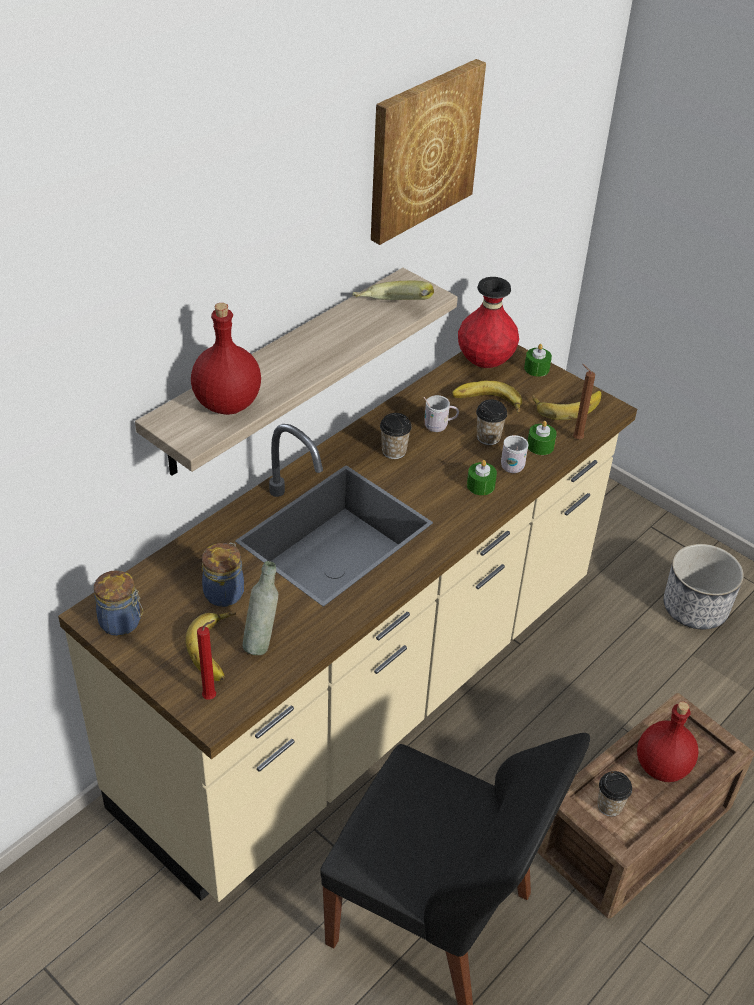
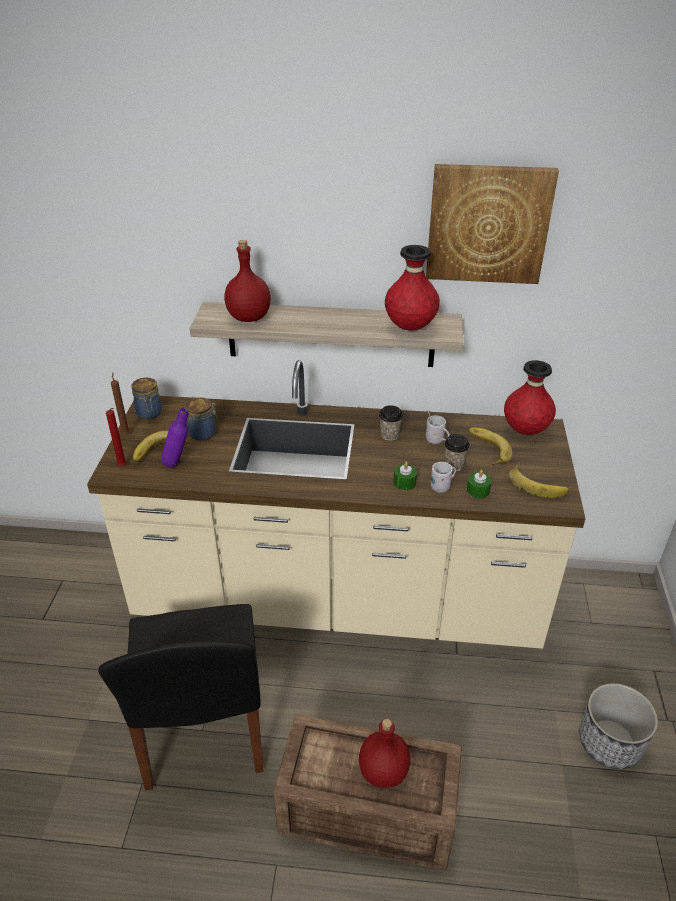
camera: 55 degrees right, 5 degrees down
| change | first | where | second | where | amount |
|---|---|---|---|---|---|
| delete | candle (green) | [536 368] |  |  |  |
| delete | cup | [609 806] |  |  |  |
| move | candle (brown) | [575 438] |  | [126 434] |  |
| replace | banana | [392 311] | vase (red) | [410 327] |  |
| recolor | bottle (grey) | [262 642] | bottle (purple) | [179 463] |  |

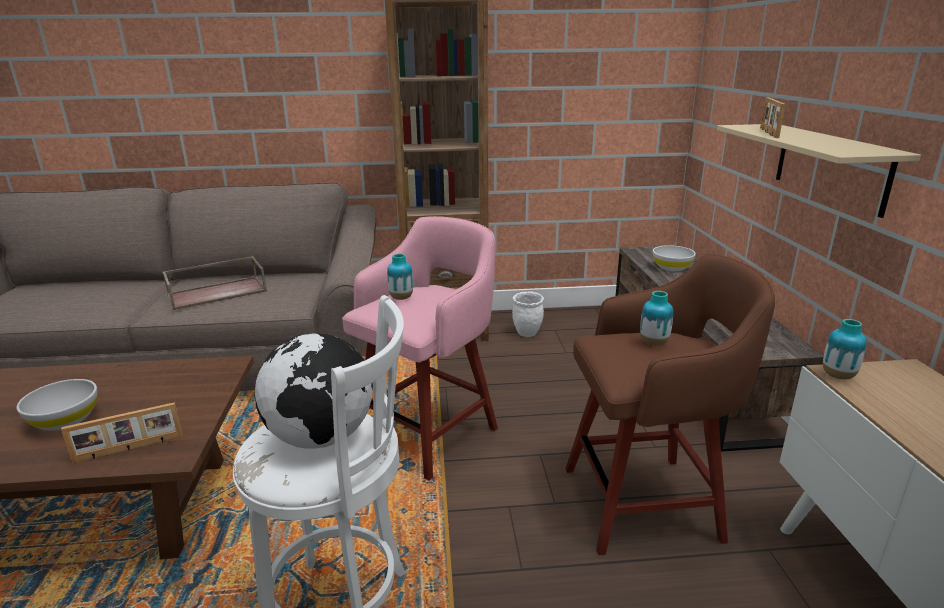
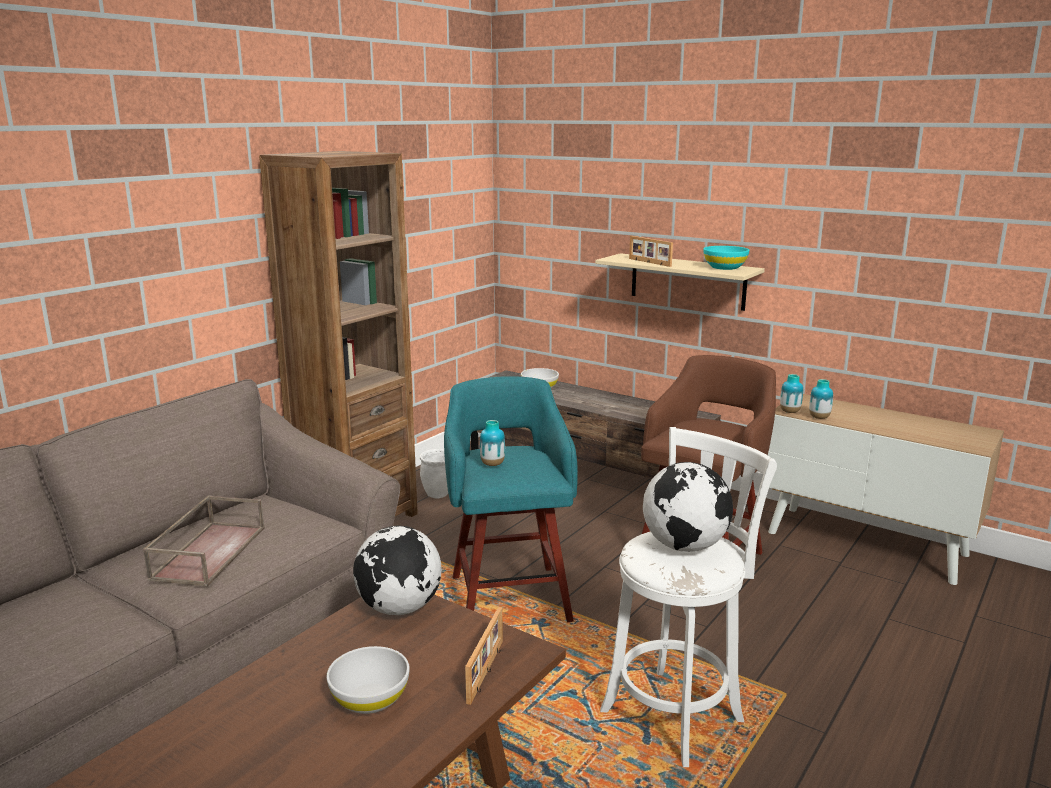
camera: 50 degrees left, 5 degrees down
| change | first | where | second | where | amount |
|---|---|---|---|---|---|
| insert |  |  | globe | [399 608] |  |
| insert |  |  | bowl (turquoise) | [724 267] |  |
| move | vase | [653 343] |  | [819 418] |  |
| recolor | stool (pink) | [430 432] | stool (turquoise) | [509 596] |  |

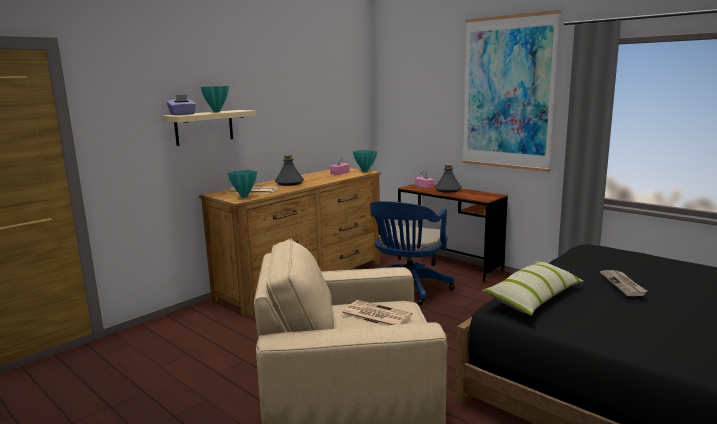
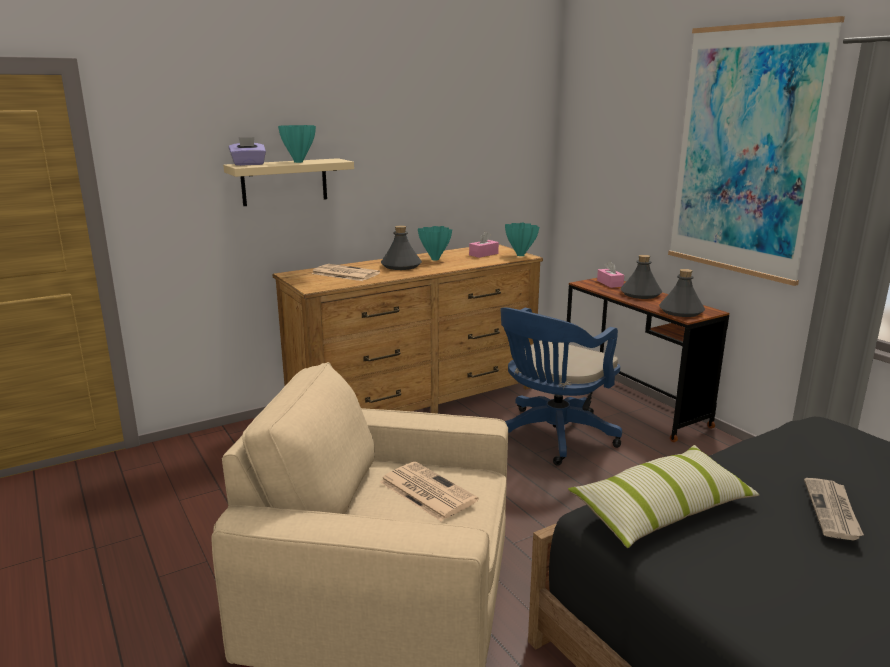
camera: 15 degrees right, 5 degrees up
| change | first | where | second | where | amount |
|---|---|---|---|---|---|
| insert |  |  | bottle (grey) | [681 311] |  |
| move | vase (turquoise) | [244 197] |  | [434 259] |  |

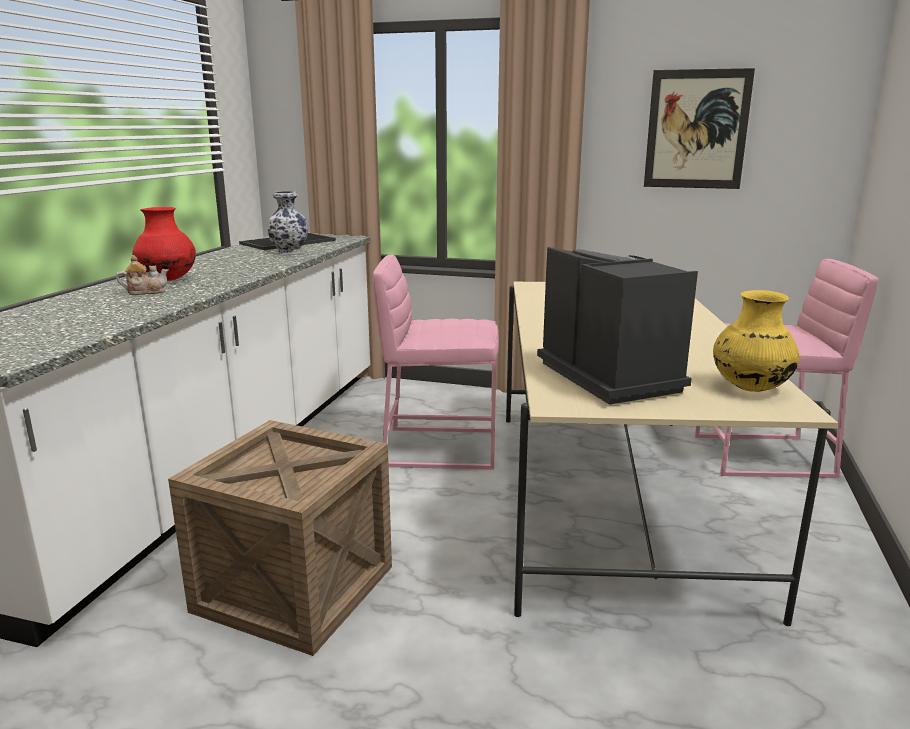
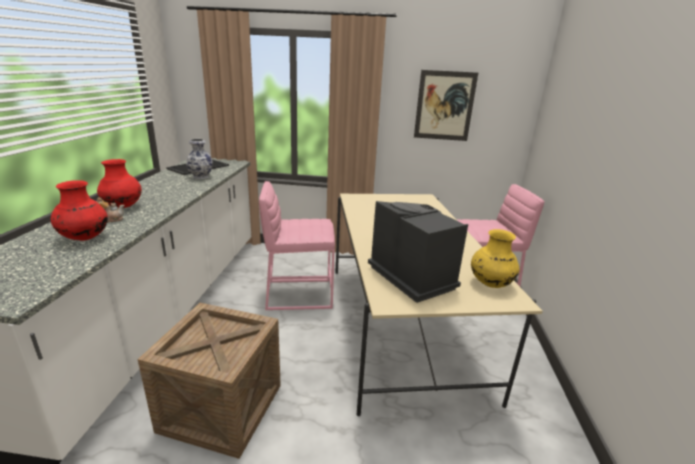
camera: 10 degrees left, 5 degrees up
| change | first | where | second | where | amount |
|---|---|---|---|---|---|
| insert |  |  | vase (red) | [84 238] |  |

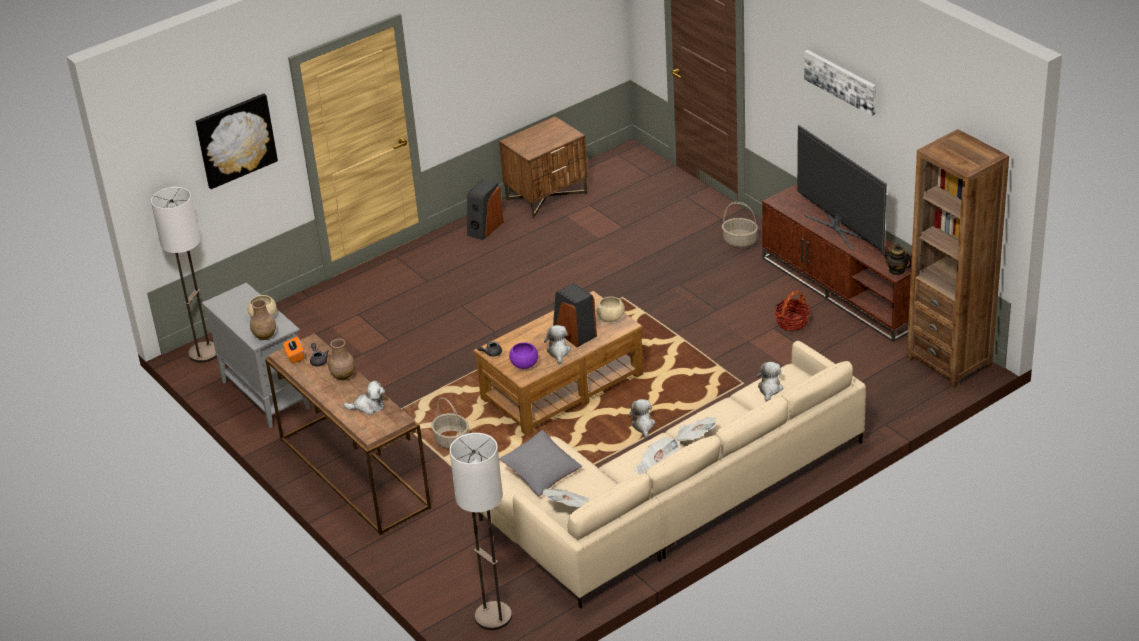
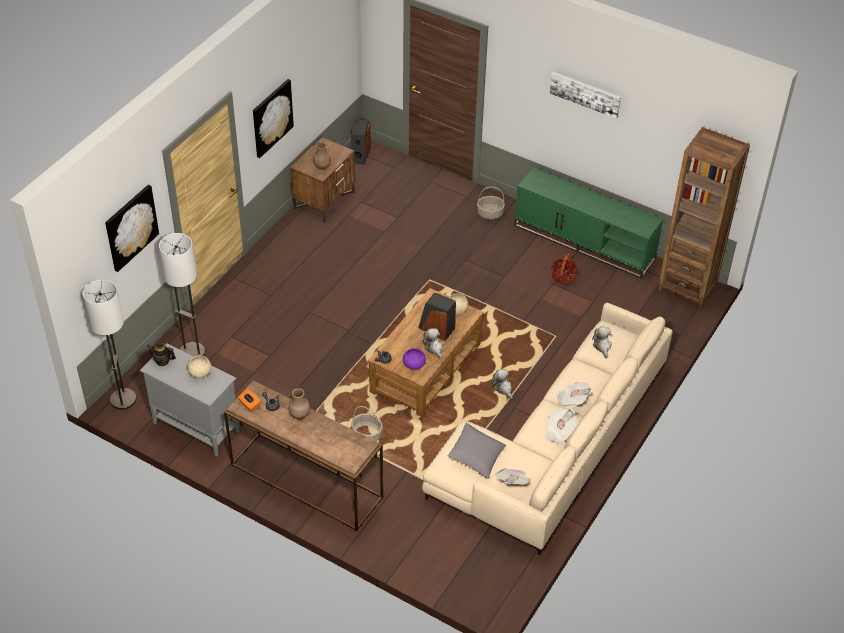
camera: 25 degrees left, 10 degrees up
| change | first | where | second | where | amount |
|---|---|---|---|---|---|
| delete | plush toy | [368 406] |  |  |  |
| delete | television | [838 228] |  |  |  |
| insert |  |  | picture | [272 117] |  |
| move | vase (brown) | [265 336] |  | [322 166] |  |
| move | floor lamp | [493 616] |  | [192 352] |  |
| move | speaker | [484 228] |  | [360 155] |  |
| move | teapot | [897 270] |  | [162 361] |  |
| recolor | tv stand (brown) | [843 290] | tv stand (green) | [585 241] |  |

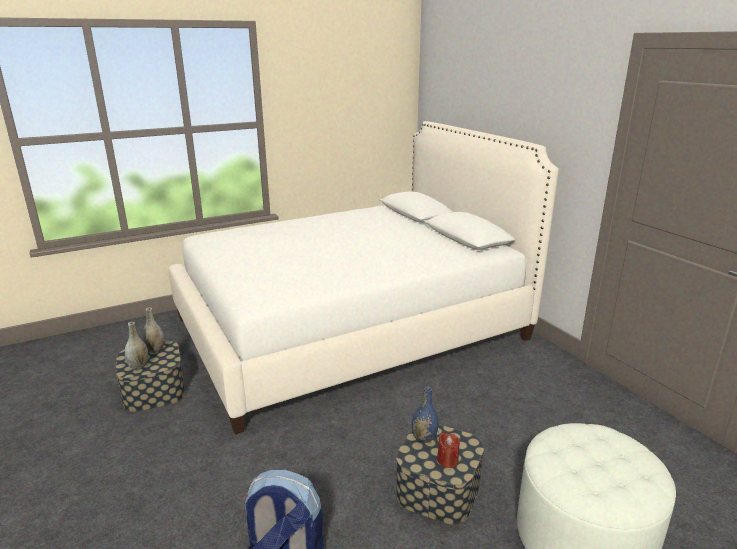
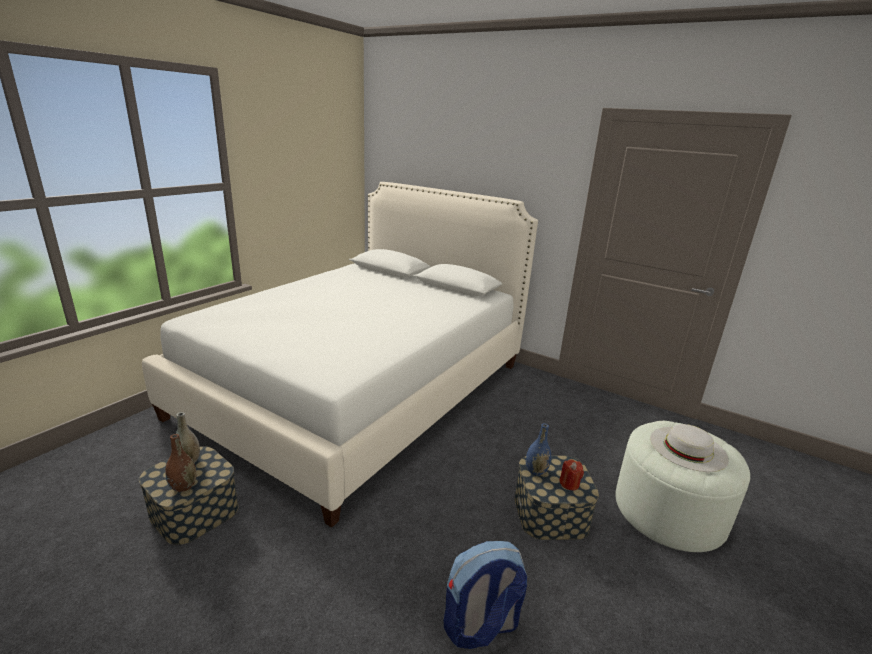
camera: 30 degrees left, 0 degrees up
| change | first | where | second | where | amount |
|---|---|---|---|---|---|
| insert |  |  | hat (white) | [688 448] |  |
| recolor | vase (grey) | [138 366] | vase (brown) | [183 486] |  |

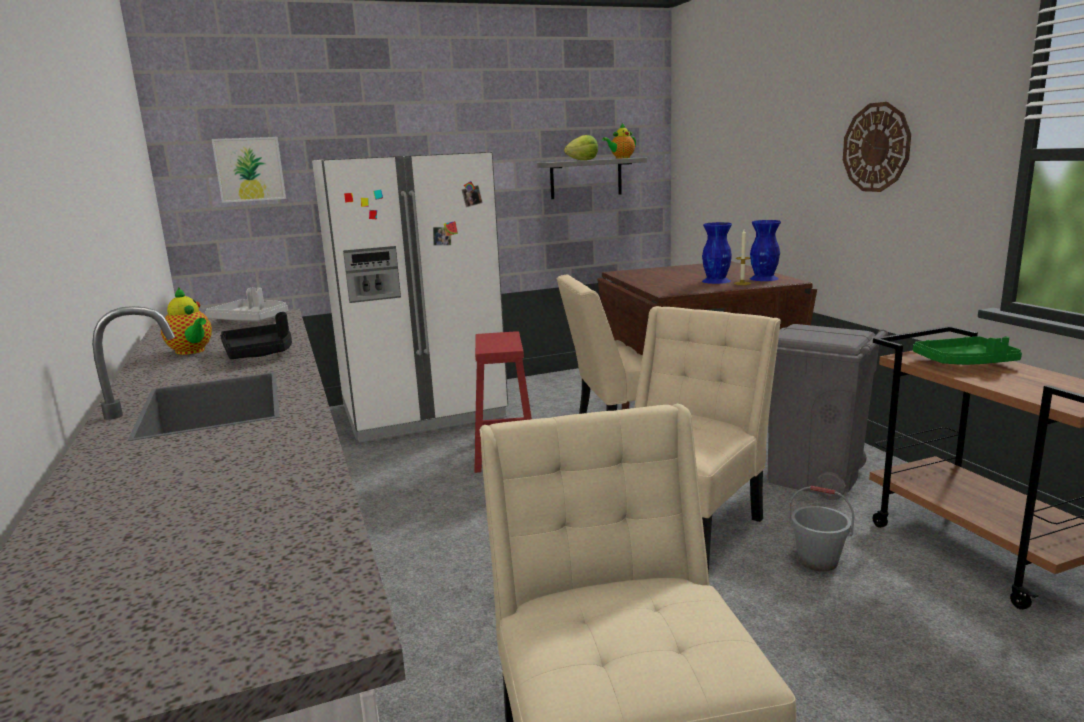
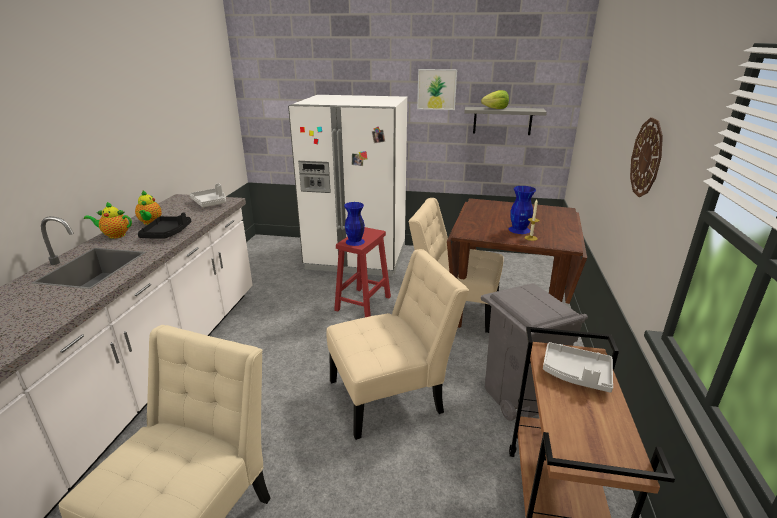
camera: 30 degrees right, 10 degrees up
| change | first | where | second | where | amount |
|---|---|---|---|---|---|
| delete | bucket (grey) | [817 561] |  |  |  |
| move | picture | [249 169] |  | [436 89] |  |
| move | teapot | [621 158] |  | [114 235] |  |
| move | vase (blue) | [764 278] |  | [355 242] |  |
| recolor | tray (green) | [965 363] | tray (grey) | [576 374] |  |

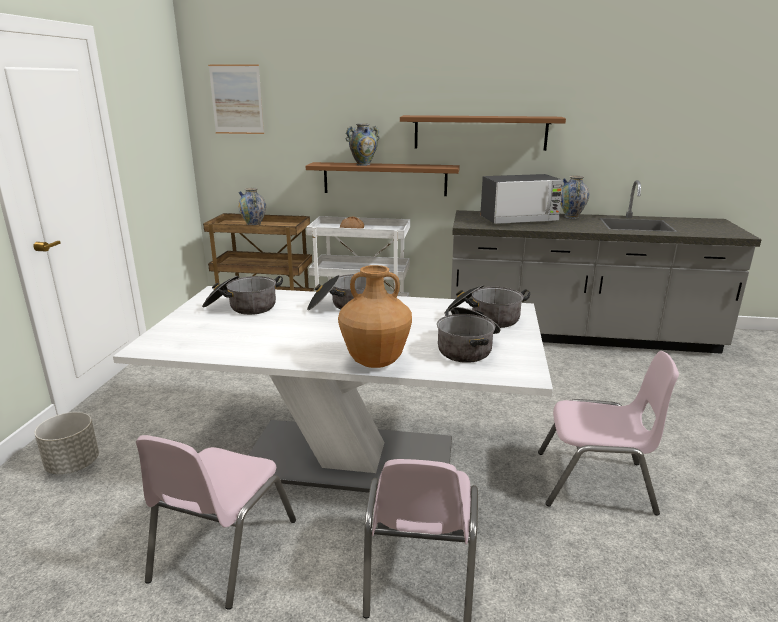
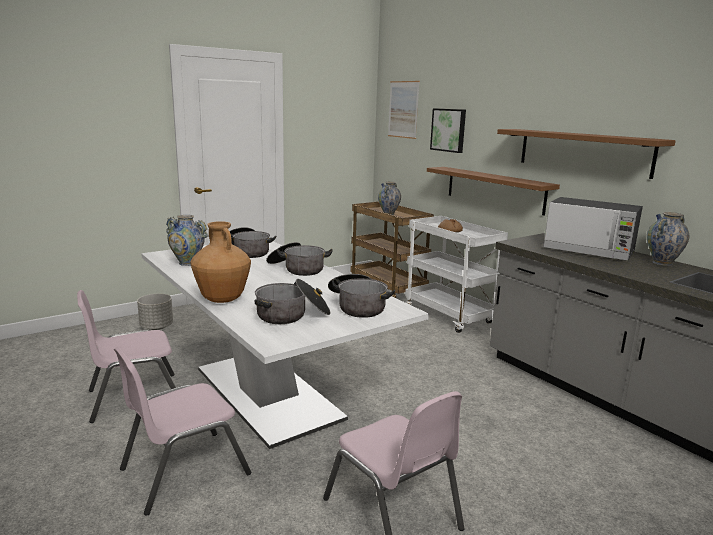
camera: 45 degrees right, 5 degrees down
| change | first | where | second | where | amount |
|---|---|---|---|---|---|
| insert |  |  | picture | [449 130] |  |
| move | vase | [363 164] |  | [188 263] |  |

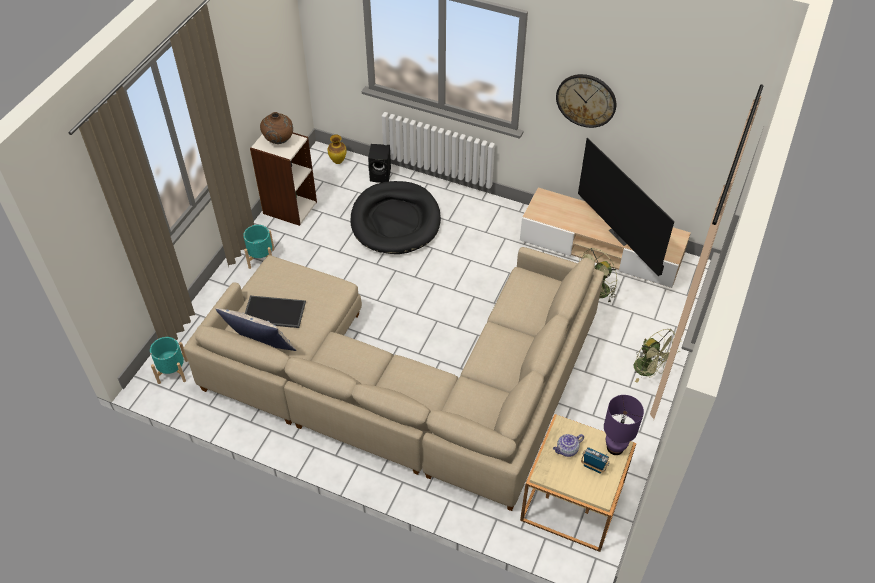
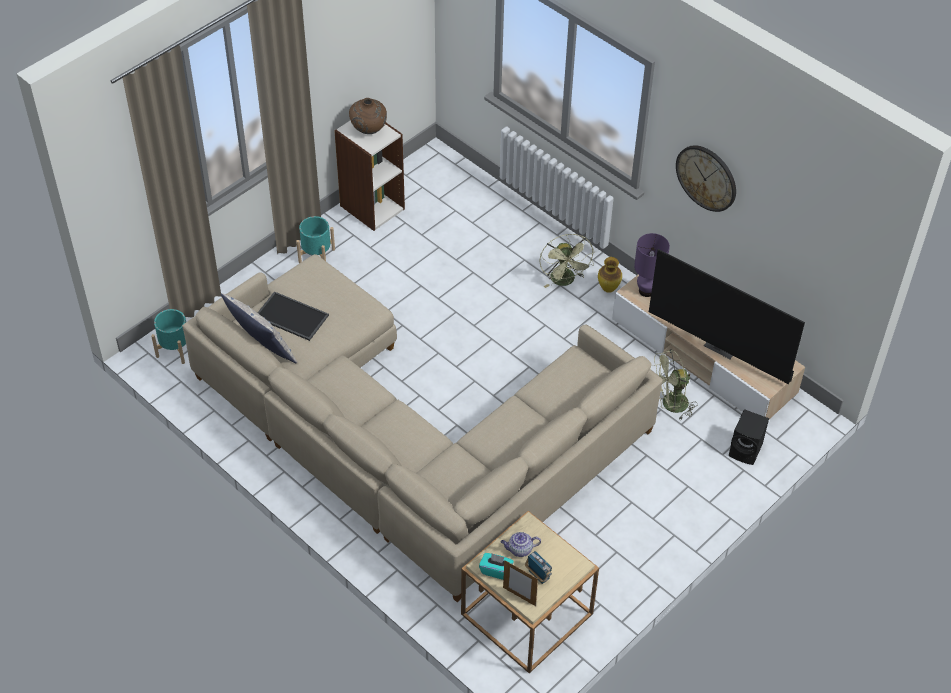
camera: 20 degrees right, 0 degrees up
| change | first | where | second | where | amount |
|---|---|---|---|---|---|
| delete | dog bed (black) | [395 221] |  |  |  |
| insert |  |  | tissue box (turquoise) | [496 570] |  |
| insert |  |  | picture frame | [519 596] |  |
| move | vase | [338 161] |  | [608 289] |  |
| move | speaker (black) | [381 175] |  | [746 451] |  |
| move | table lamp (purple) | [615 448] |  | [646 291] |  |
| move | fan (green) | [649 370] |  | [565 281] |  |
| rotate | television | [622 235] |  | [722 346] | 45 degrees counterclockwise |

